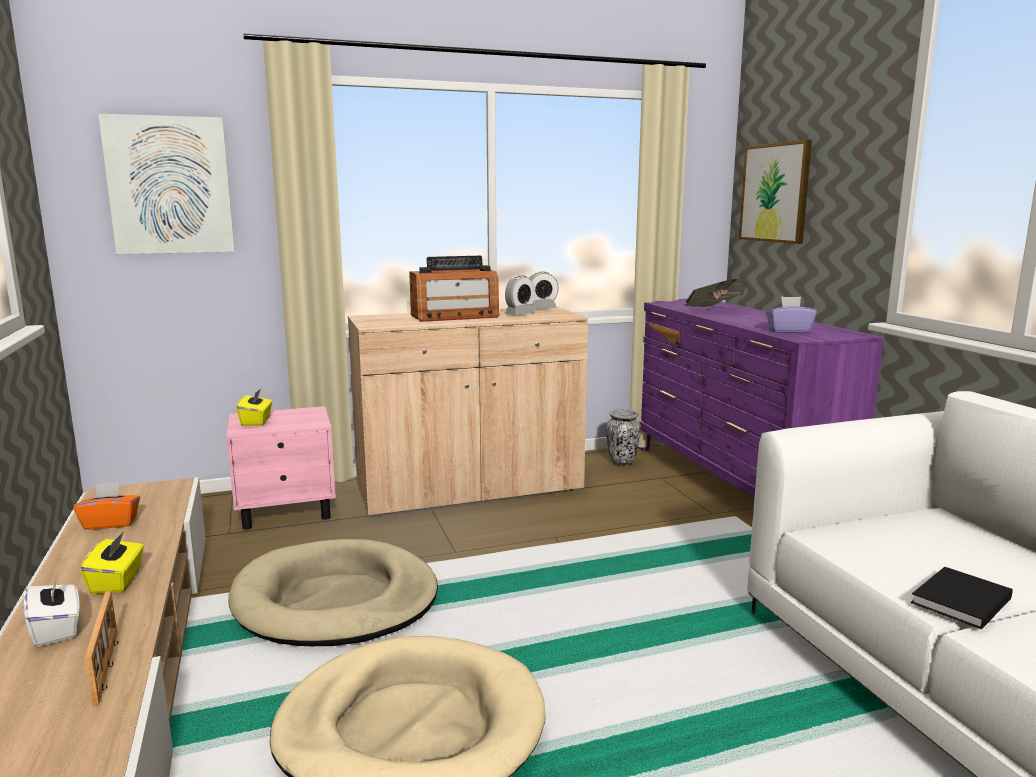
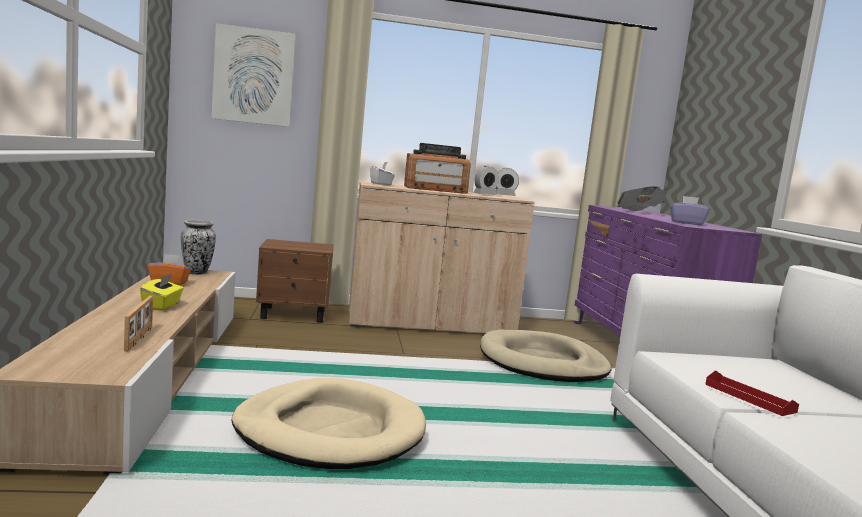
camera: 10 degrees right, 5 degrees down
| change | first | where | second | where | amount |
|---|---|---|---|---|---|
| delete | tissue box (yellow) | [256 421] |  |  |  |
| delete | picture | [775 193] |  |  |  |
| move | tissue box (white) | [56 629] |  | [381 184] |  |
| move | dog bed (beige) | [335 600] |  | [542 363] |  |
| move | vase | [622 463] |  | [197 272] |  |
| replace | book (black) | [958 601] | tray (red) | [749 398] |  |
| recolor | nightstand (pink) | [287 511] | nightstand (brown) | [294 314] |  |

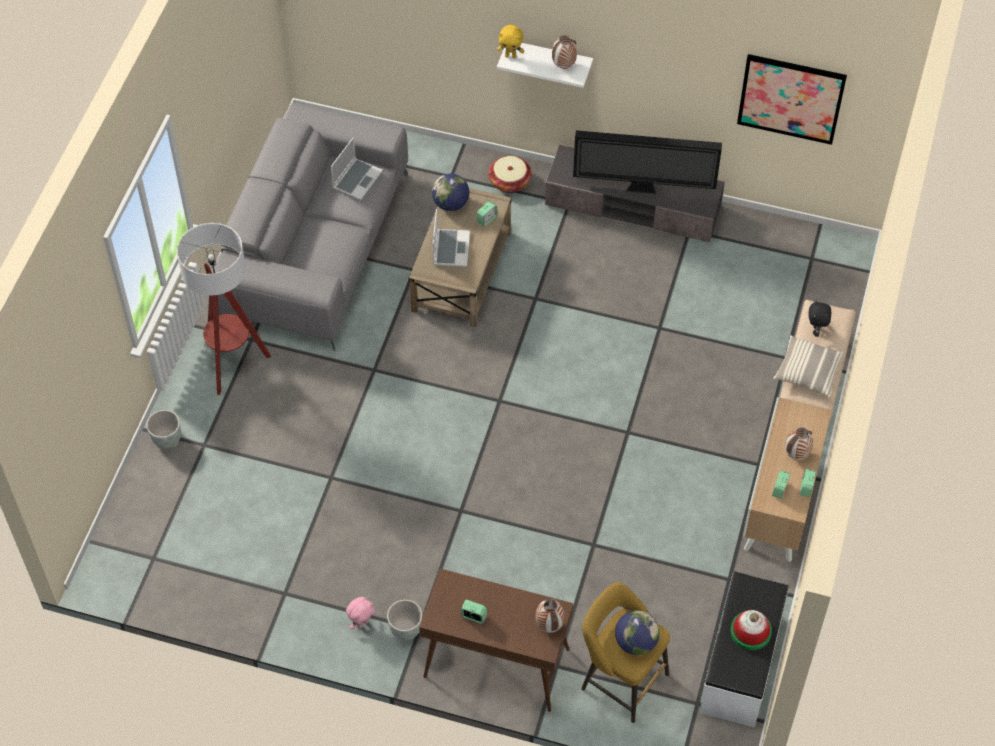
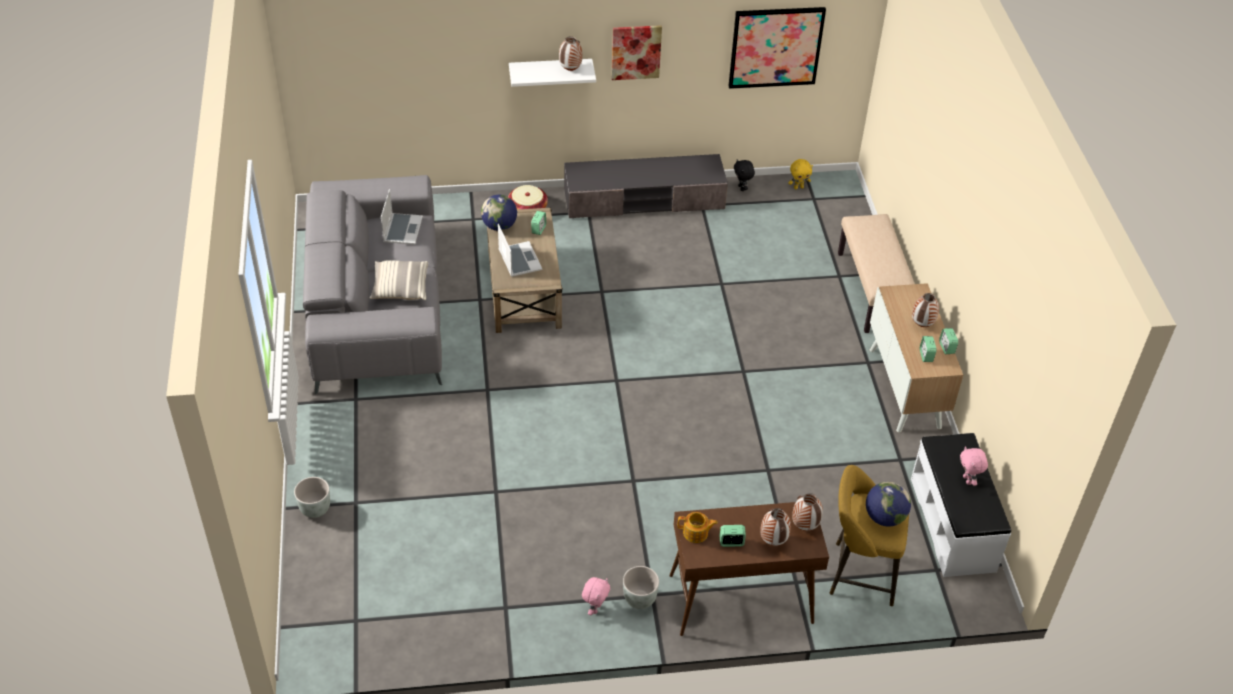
camera: 25 degrees left, 10 degrees down
| change | first | where | second | where | amount |
|---|---|---|---|---|---|
| delete | floor lamp | [232 363] |  |  |  |
| delete | television | [643 189] |  |  |  |
| insert |  |  | picture | [636 52] |  |
| insert |  |  | teapot | [696 533] |  |
| insert |  |  | vase | [772 541] |  |
| move | plush toy (yellow) | [511 56] |  | [798 187] |  |
| move | pillow | [807 372] |  | [400 288] |  |
| move | plush toy (black) | [816 330] |  | [742 188] |  |
| replace | hat | [750 632] | plush toy (pink) | [968 480] |  |

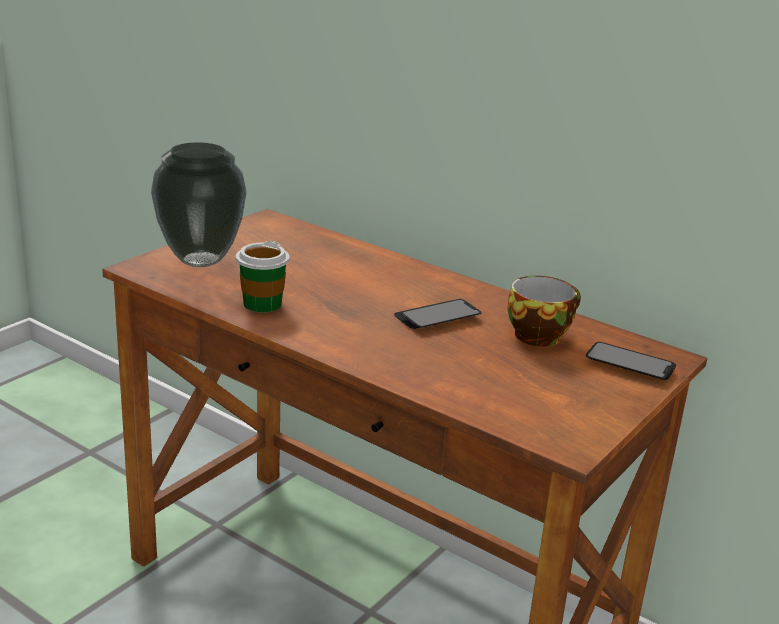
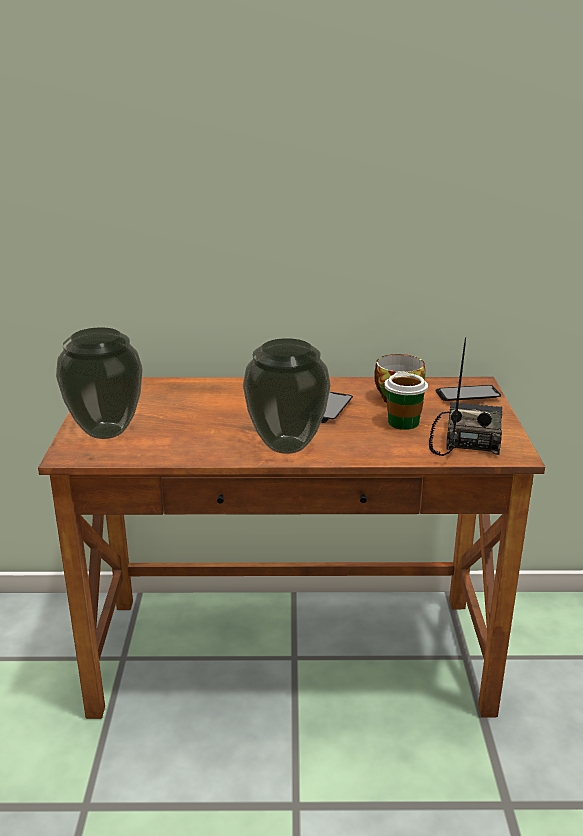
camera: 35 degrees left, 0 degrees up
| change | first | where | second | where | amount |
|---|---|---|---|---|---|
| insert |  |  | vase | [288 446] |  |
| insert |  |  | radio | [466 439] |  |
| move | cup | [262 304] |  | [403 423] |  |

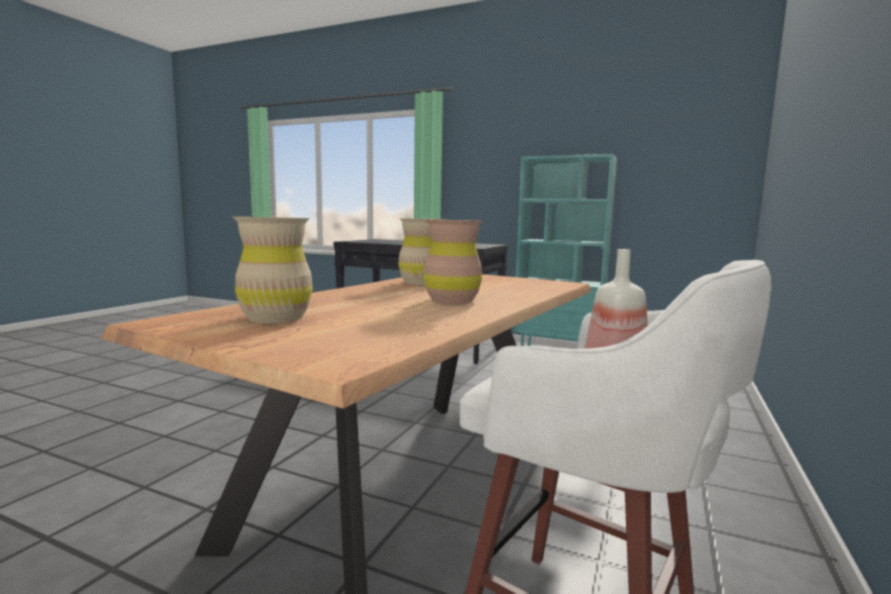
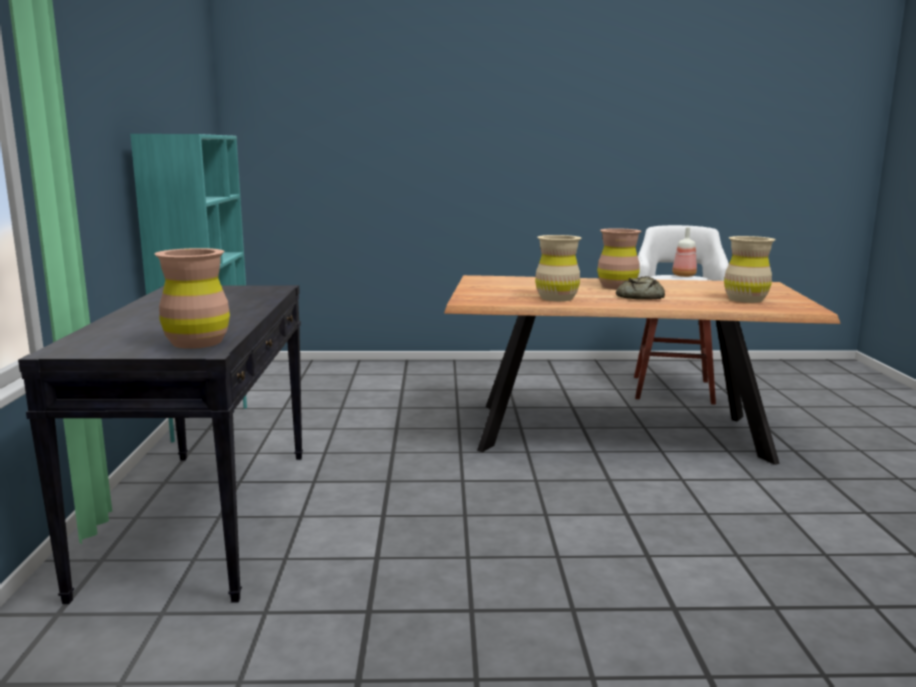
camera: 115 degrees left, 5 degrees up
| change | first | where | second | where | amount |
|---|---|---|---|---|---|
| insert |  |  | vase (brown) | [197 342] |  |
| insert |  |  | bread | [638 297] |  |

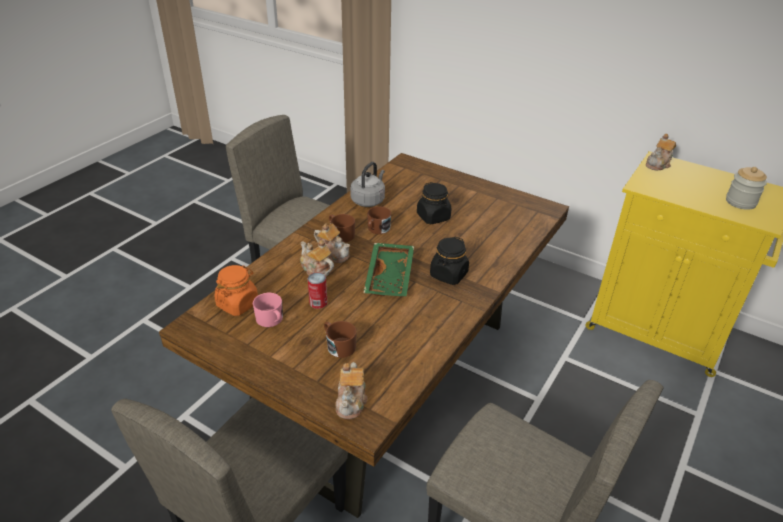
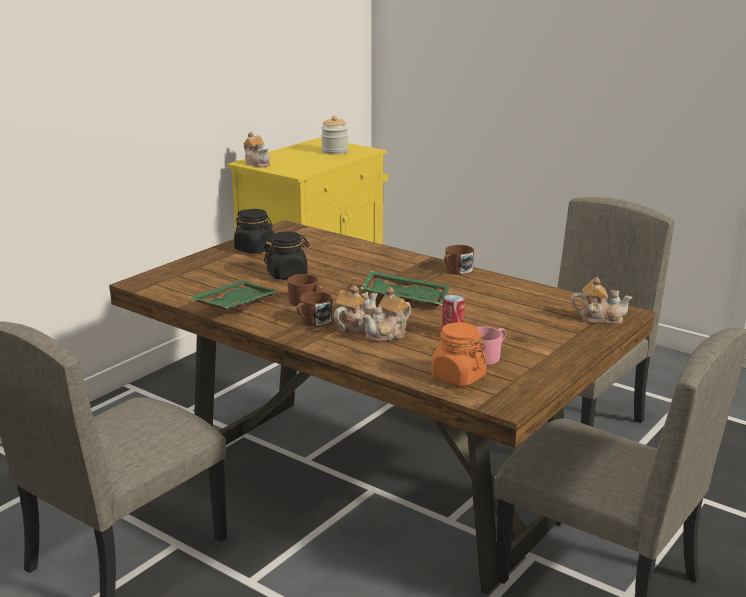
camera: 85 degrees left, 15 degrees down
| change | first | where | second | where | amount |
|---|---|---|---|---|---|
| move | mug (brown) | [338 346] |  | [456 271] |  |
| move | jar (black) | [448 275] |  | [255 249] |  |
| replace | kettle (grey) | [369 200] | tray (green) | [234 305] |  |

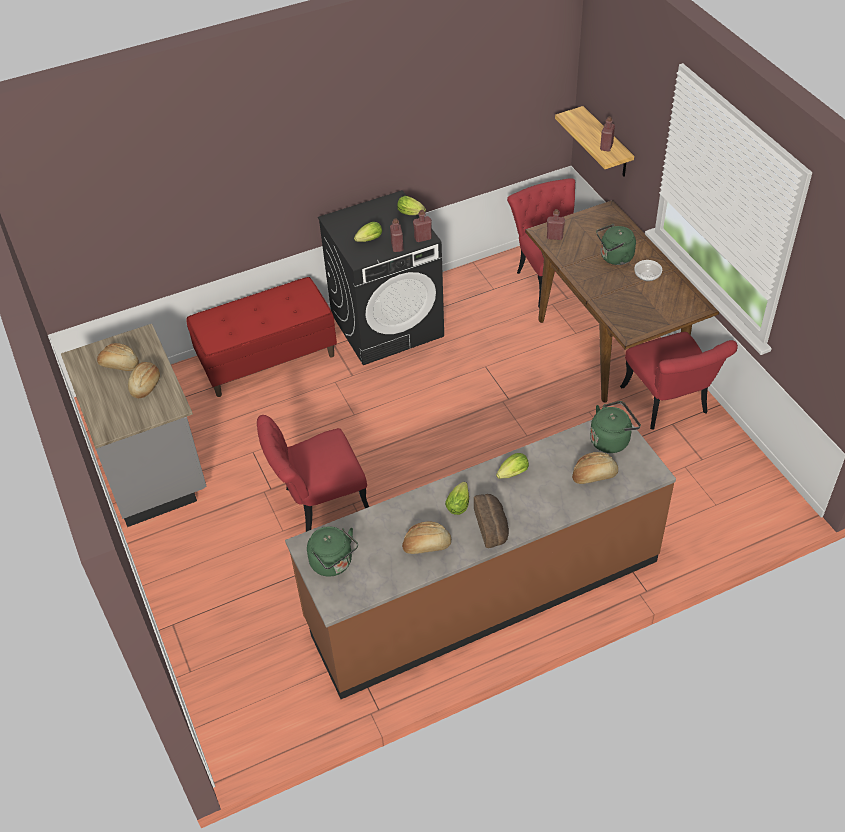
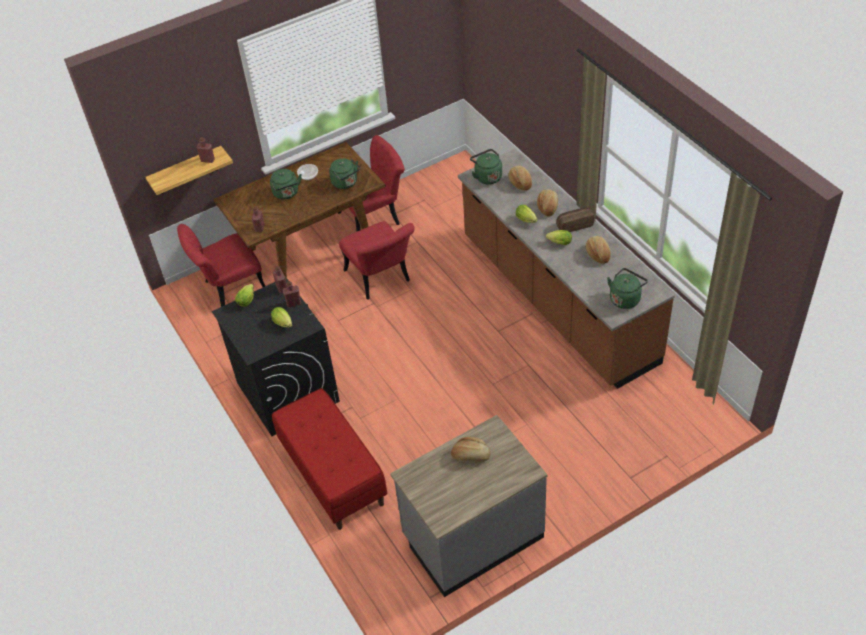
camera: 95 degrees left, 0 degrees up
| change | first | where | second | where | amount |
|---|---|---|---|---|---|
| insert |  |  | kettle (green) | [346 183] |  |
| move | bread | [119 365] |  | [548 207] |  |
| move | chair (red) | [318 504] |  | [381 280] |  |

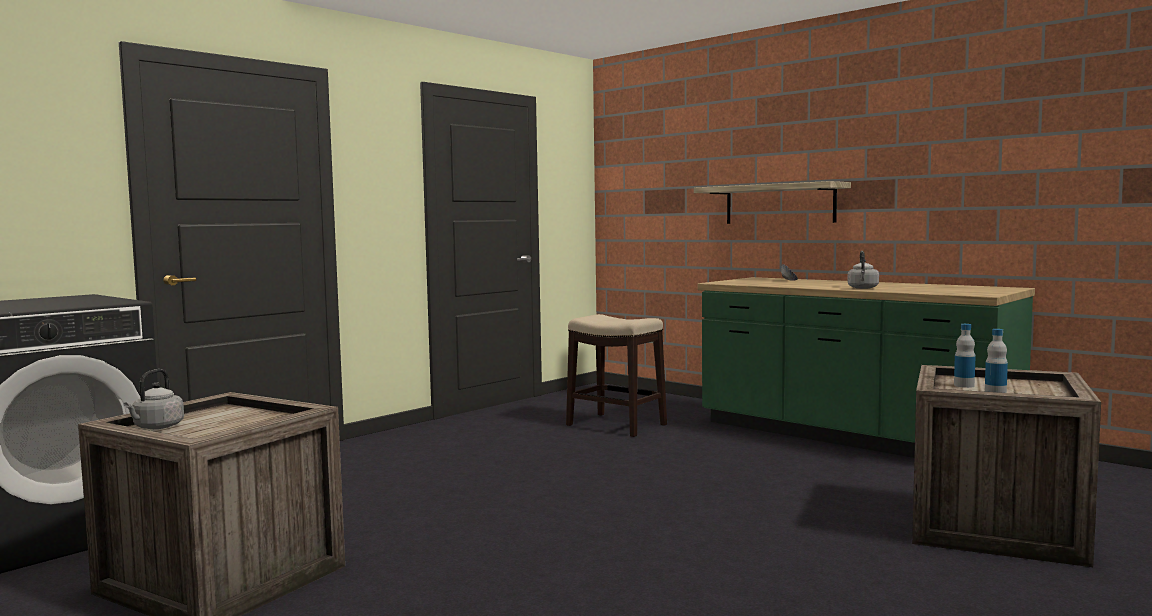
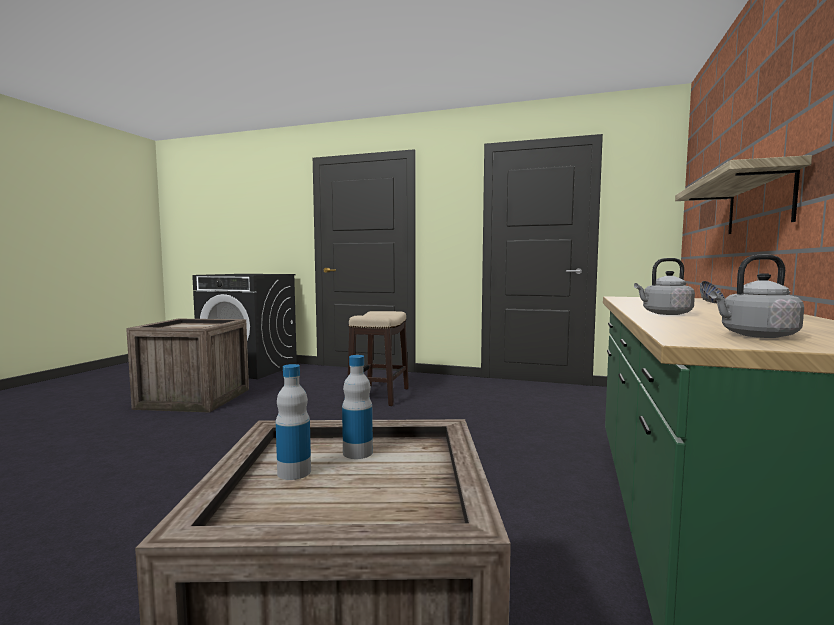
camera: 65 degrees right, 0 degrees up
| change | first | where | second | where | amount |
|---|---|---|---|---|---|
| move | kettle (grey) | [156 427] |  | [755 335] |  |
| move | stool | [617 425] |  | [379 395] |  |

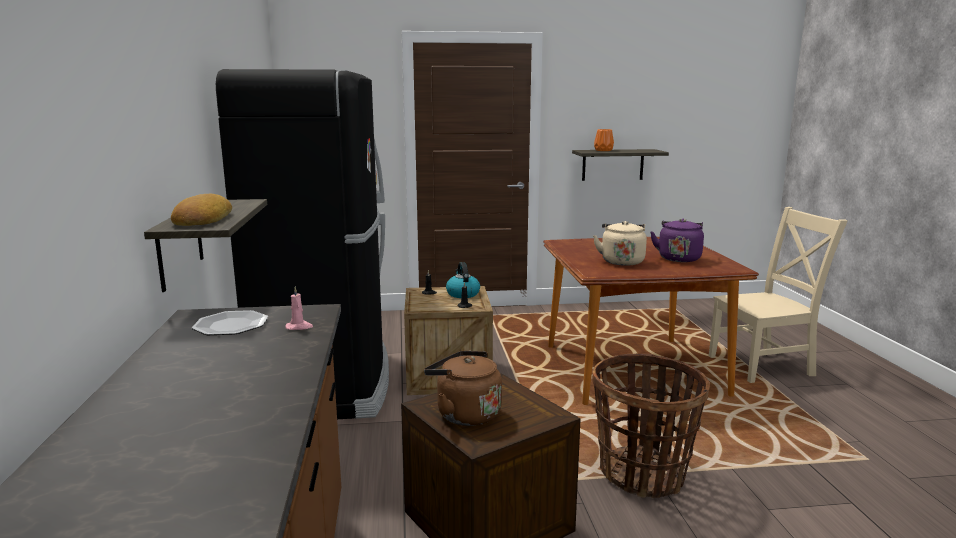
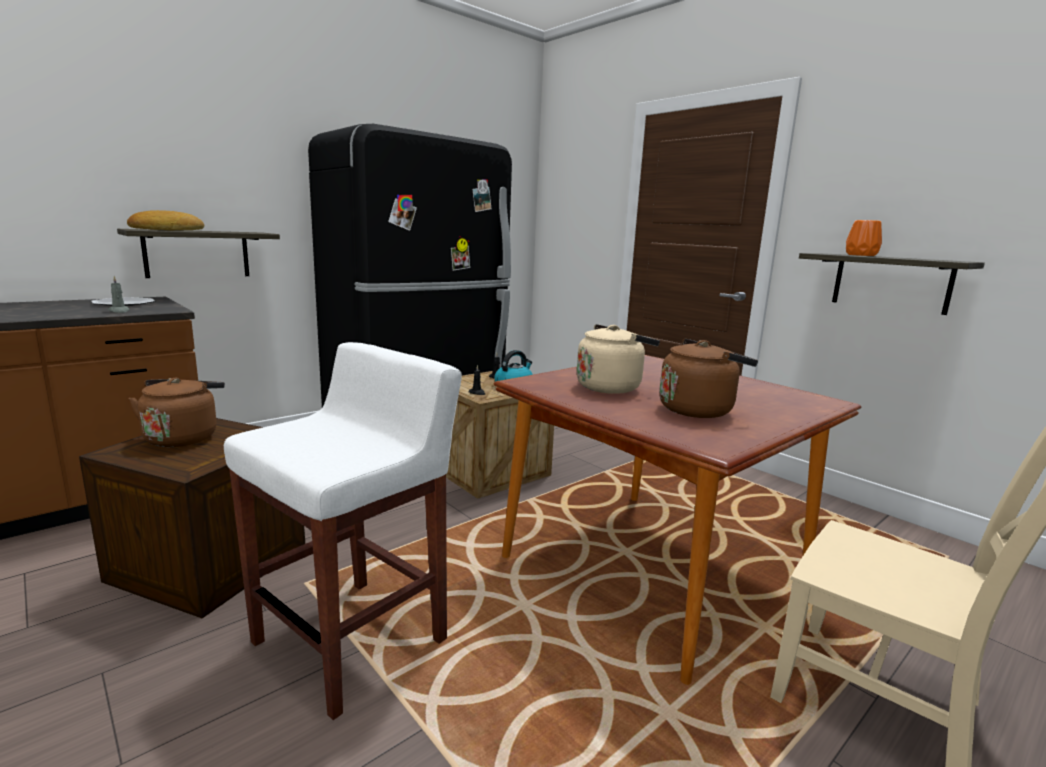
camera: 55 degrees right, 0 degrees up
| change | first | where | second | where | amount |
|---|---|---|---|---|---|
| replace | basket | [642 474] | stool (white) | [353 640] |  |
| recolor | candle (pink) | [299 327] | candle (grey) | [119 311] |  |
| recolor | kettle (purple) | [678 258] | kettle (brown) | [699 410] |  |

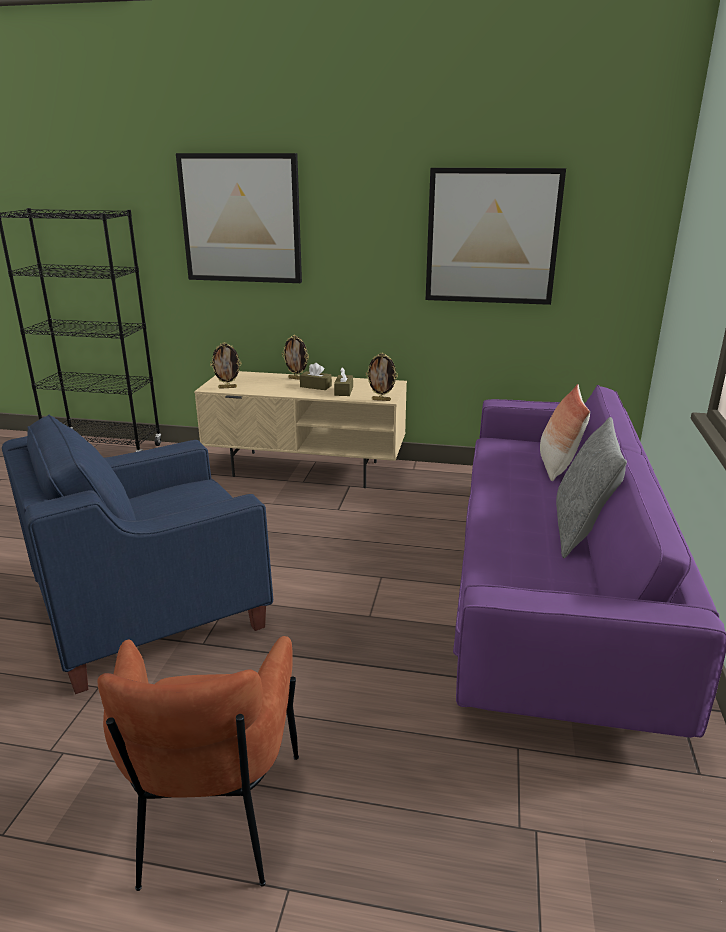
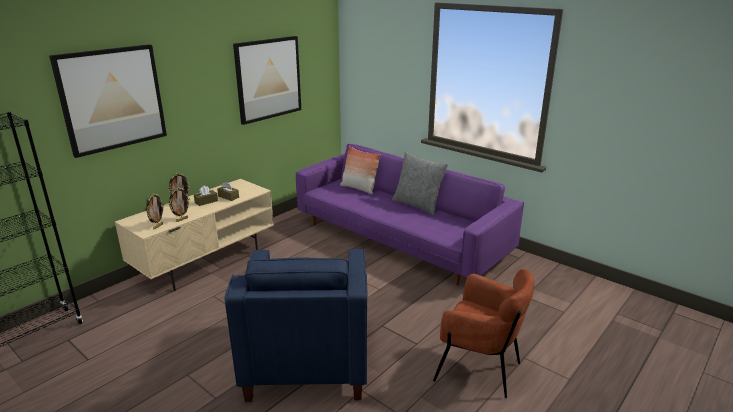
camera: 60 degrees left, 0 degrees up
| change | first | where | second | where | amount |
|---|---|---|---|---|---|
| move | picture frame | [381 400] |  | [181 219] |  |

